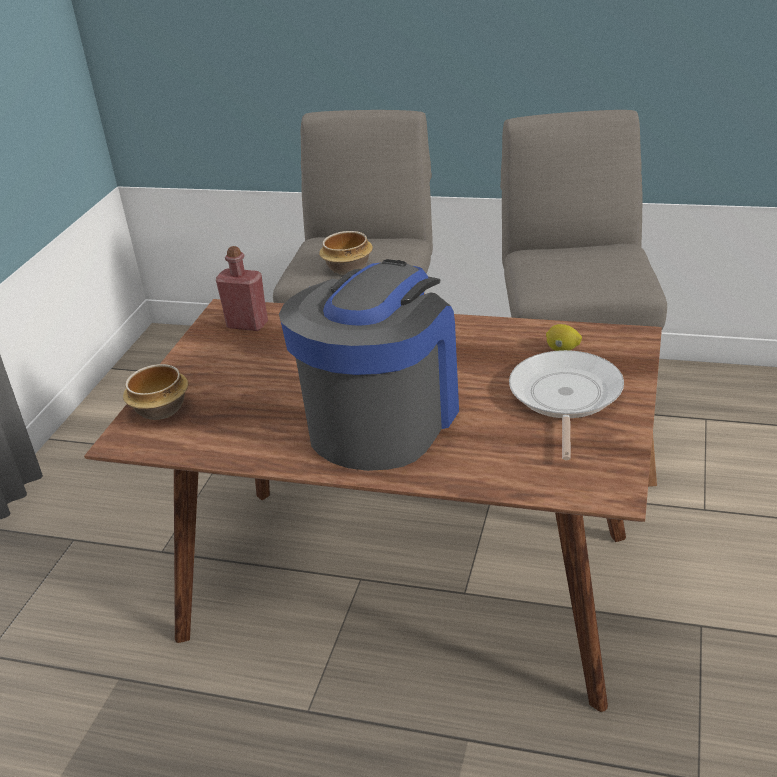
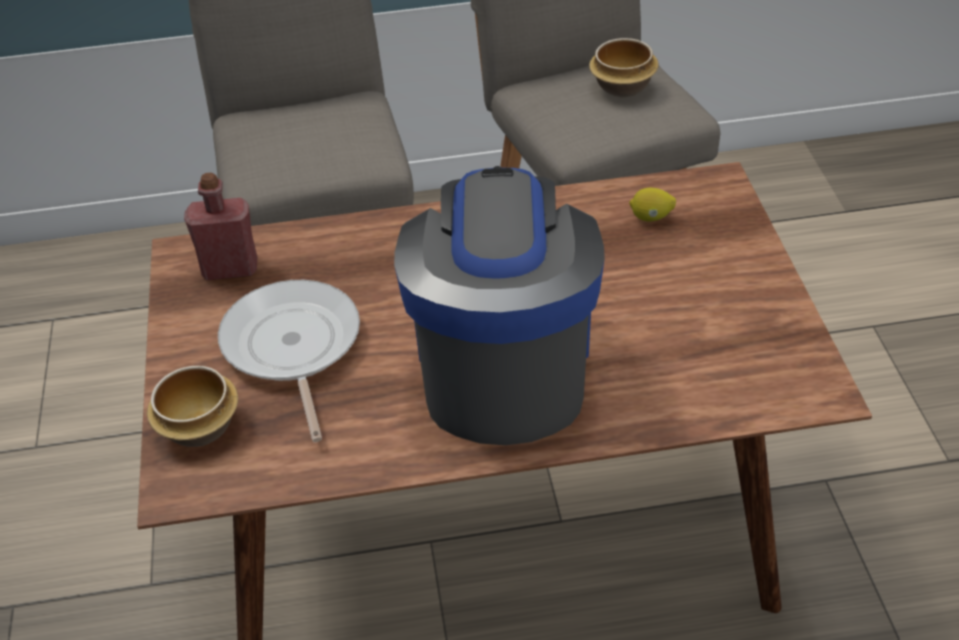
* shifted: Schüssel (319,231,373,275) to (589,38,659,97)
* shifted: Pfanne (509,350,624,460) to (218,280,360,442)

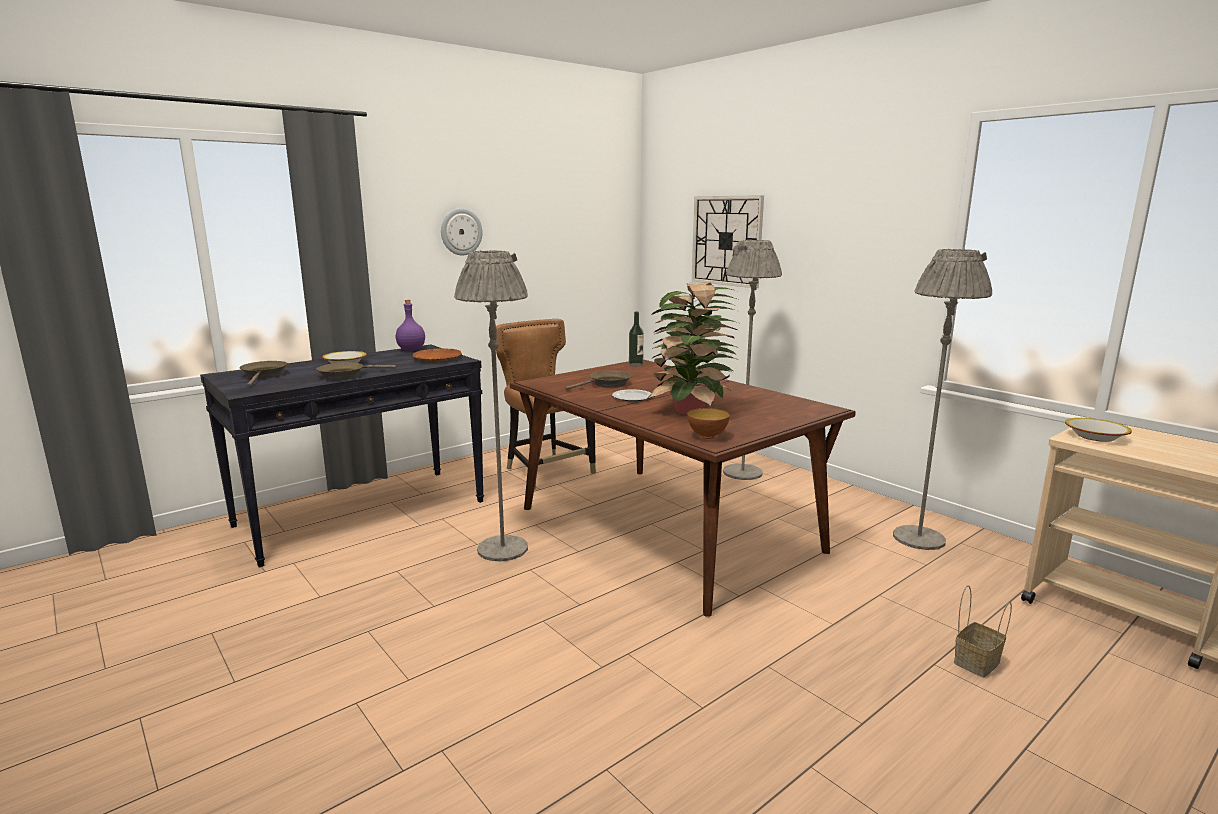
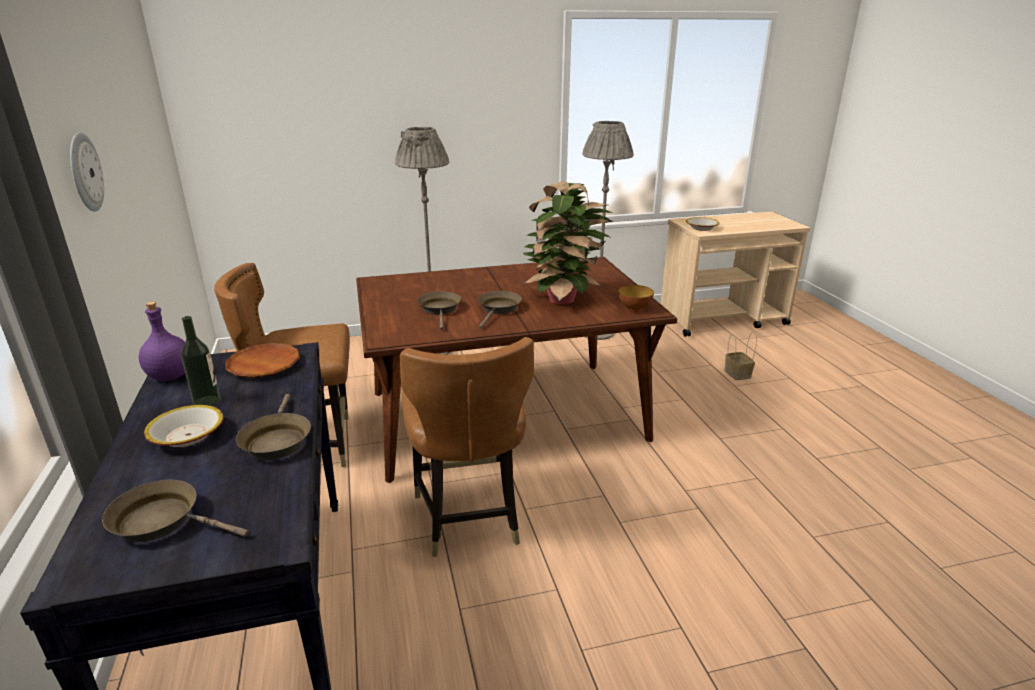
* gone: Wanduhr (692,195,764,288)
* swapped: Stehlampe [grau] (454,250,528,561) to Stuhl [braun] (400,337,534,557)
* shifted: Flasche (629,312,644,366) to (181,316,221,406)
* swapped: Teller (612,389,651,401) to Pfanne [braun] (478,291,522,329)

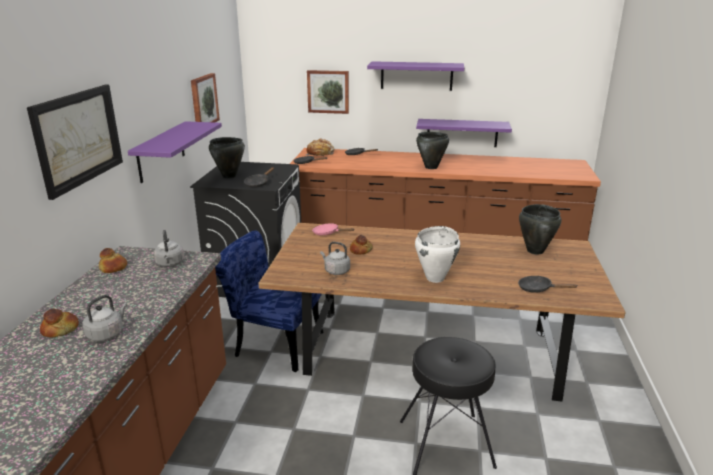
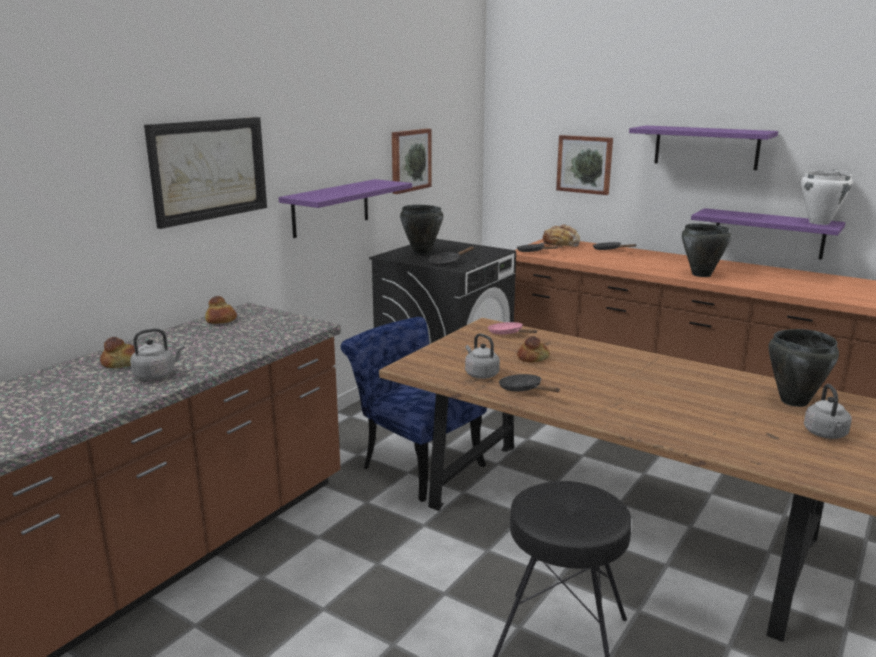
* shifted: Kochtopf [weiß] (415,226,460,283) to (801,170,853,225)
* shifted: Wasserkessel [grau] (154,230,184,267) to (804,384,852,439)
* shifted: Pfanne [schwarz] (518,275,577,293) to (499,374,560,392)

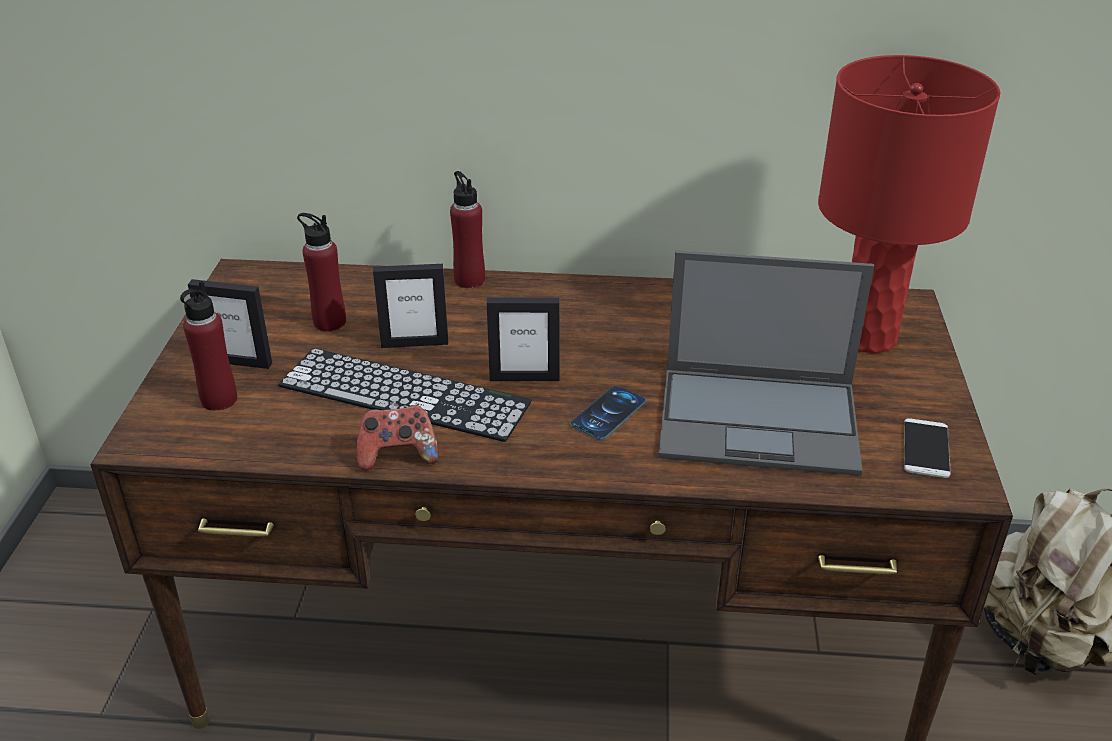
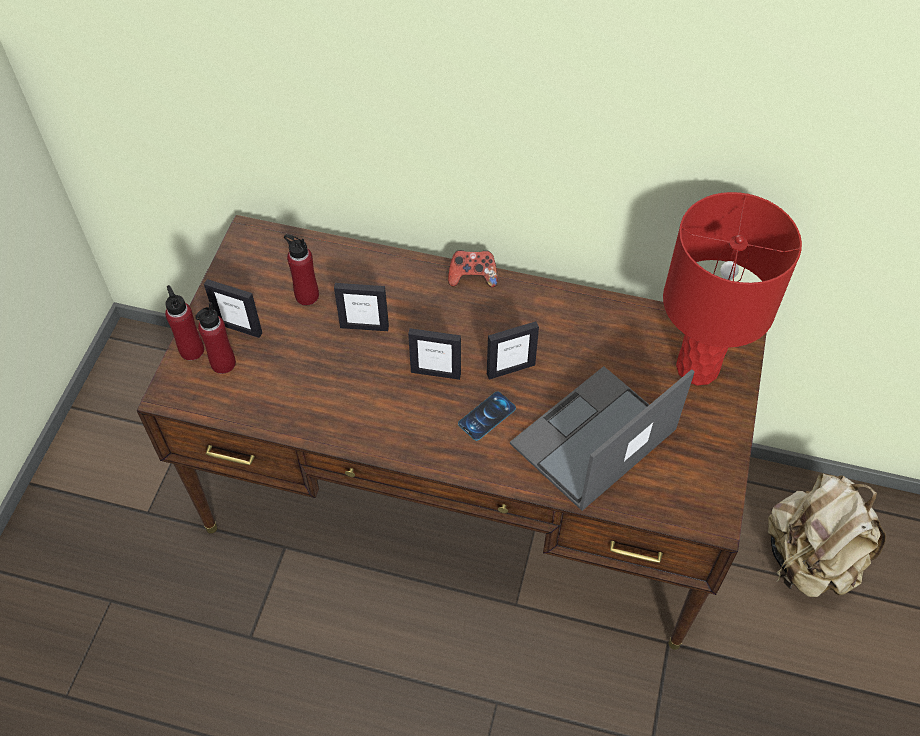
* shifted: Flasche [rot] (450,171,485,288) to (165,285,204,361)
* rotated: Laptop (658,250,874,476) = (510,366,694,511) 120 degrees clockwise
* gone: Tastatur (278,348,532,442)
* shifted: Gamepad (357,405,439,471) to (448,250,498,287)
* gone: Handy (904,418,951,478)
* new: Bilderrahmen (487,321,539,380)

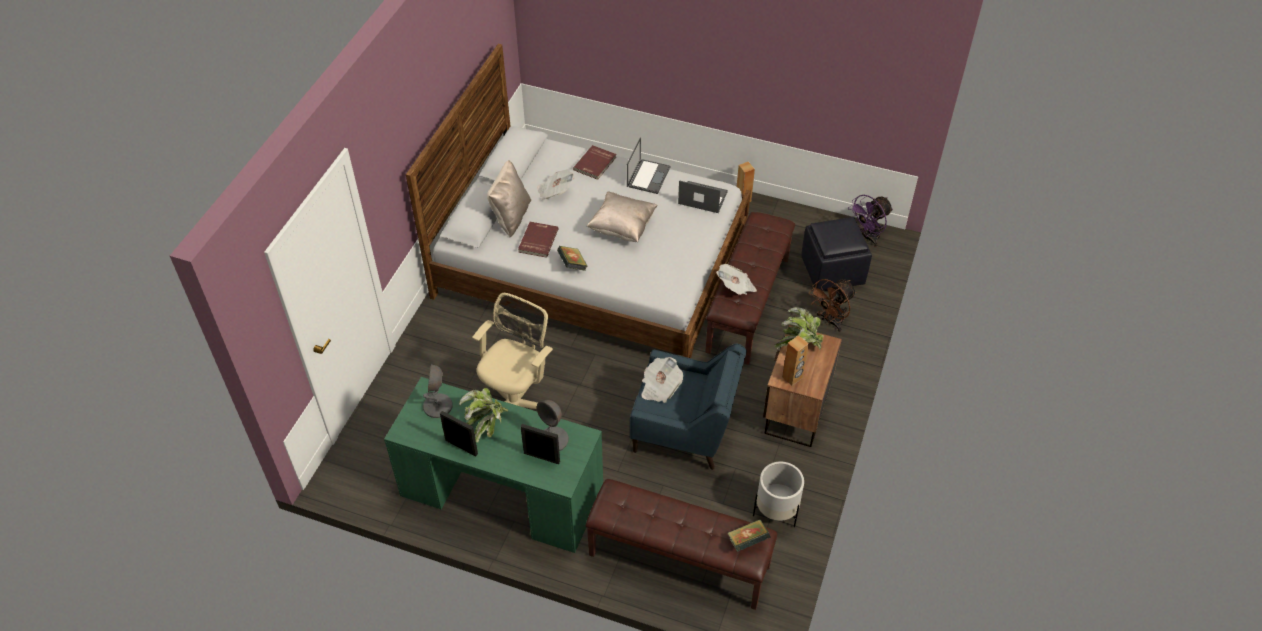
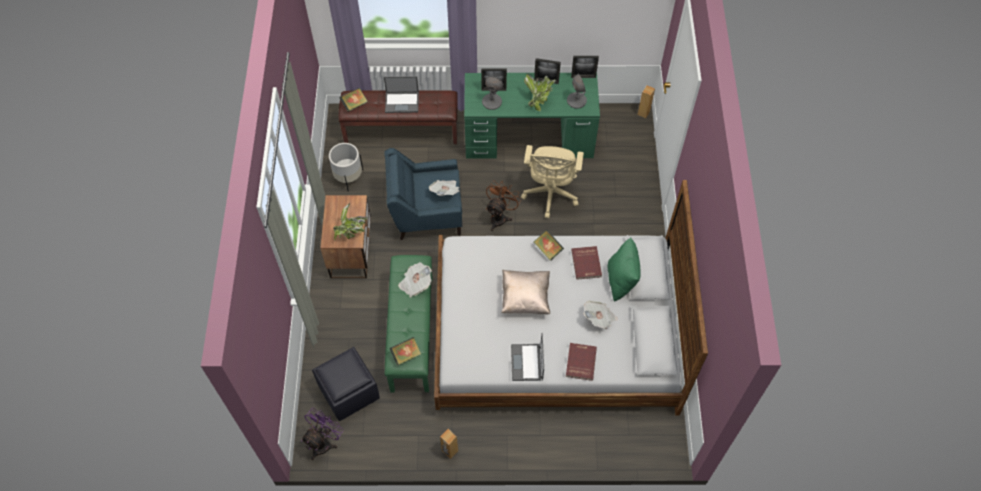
* repainted: Kissen [beige] (487,160,531,238) to Kissen [grün] (608,238,641,302)
* shifted: Laptop (678,180,728,213) to (384,76,419,113)
* repainted: Bank [braun] (705,212,795,365) to Bank [grün] (385,255,433,392)
* shifted: Ventilator [braun] (810,279,856,332) to (486,180,521,231)
* shifted: Lautsprecher [braun] (782,335,809,385) to (638,85,655,118)
* new: Bilderrahmen (571,56,599,78)
* new: Buch (390,337,421,365)

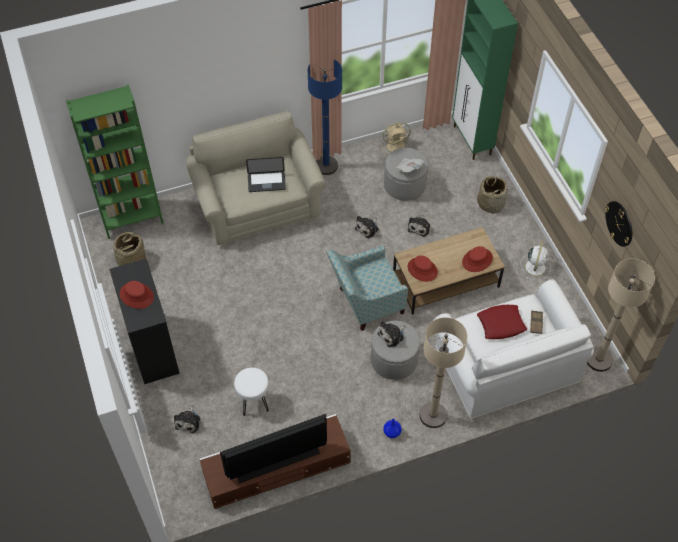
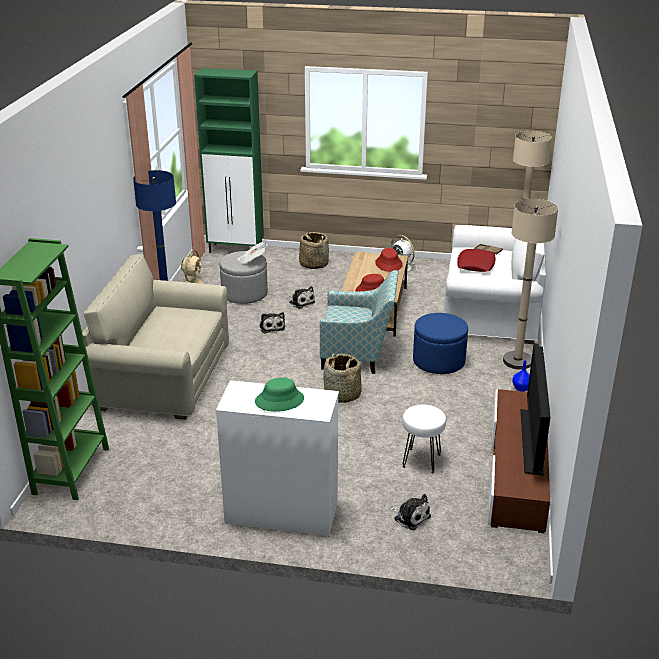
* gone: Laptop (246,157,286,192)
* gone: Wanduhr (605,201,632,247)
* shifted: Korb (113,232,146,266) to (323,354,362,403)
* rotated: Sessel (326,245,408,331) = (320,270,399,374) 90 degrees counterclockwise
* repainted: Kommode [schwarz] (109,259,180,384) to Kommode [weiß] (216,380,339,536)
* repainted: Hut [rot] (120,281,154,309) to Hut [grün] (255,377,304,412)
* repainted: Polsterhocker [grau] (371,321,420,380) to Polsterhocker [blau] (413,313,468,374)
* gone: Plüschtier (377,321,405,347)

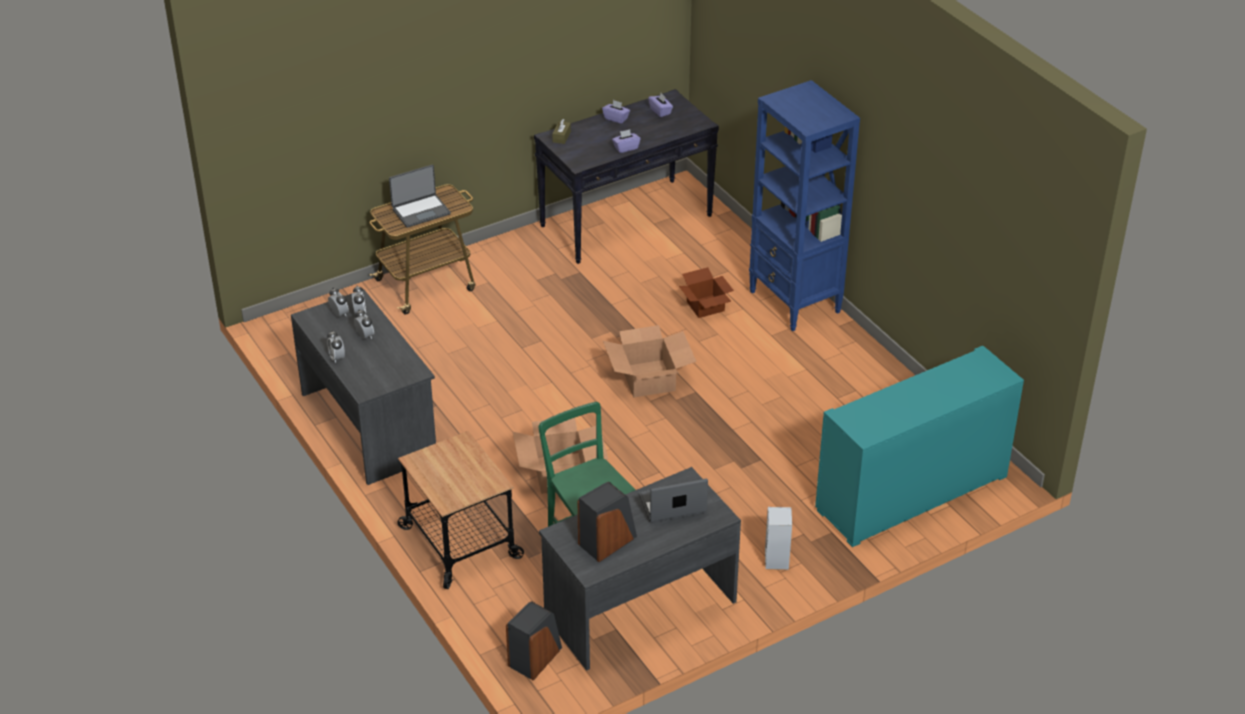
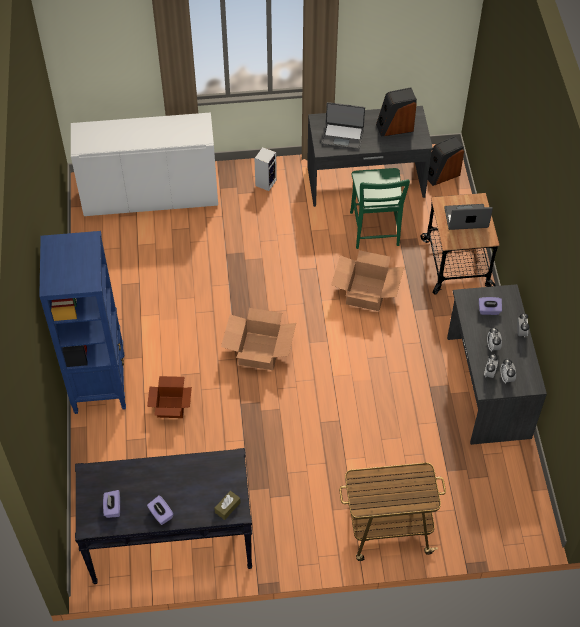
* shifted: Taschentuchbox [lila] (612,129,640,153) to (479,297,502,315)
* shifted: Laptop (389,165,451,228) to (445,204,493,230)
* repainted: Schrank [türkis] (815,346,1024,547) to Schrank [weiß] (71,112,218,216)

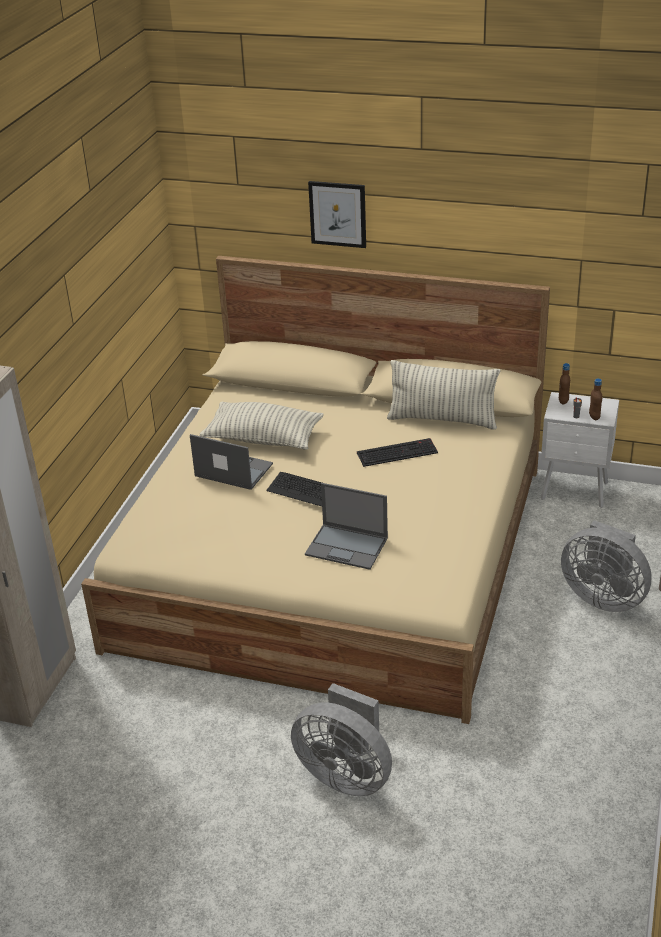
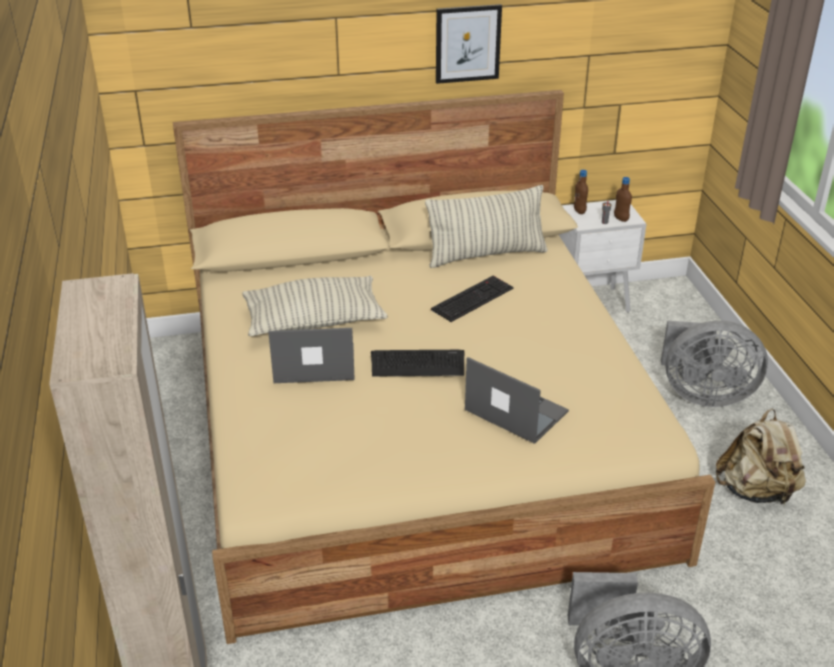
* shifted: Bild (308,181,366,248) to (436,4,502,84)
* rotated: Laptop (305,483,388,570) = (465,357,569,444) 135 degrees counterclockwise
* new: Rucksack [beige] (716,409,806,505)

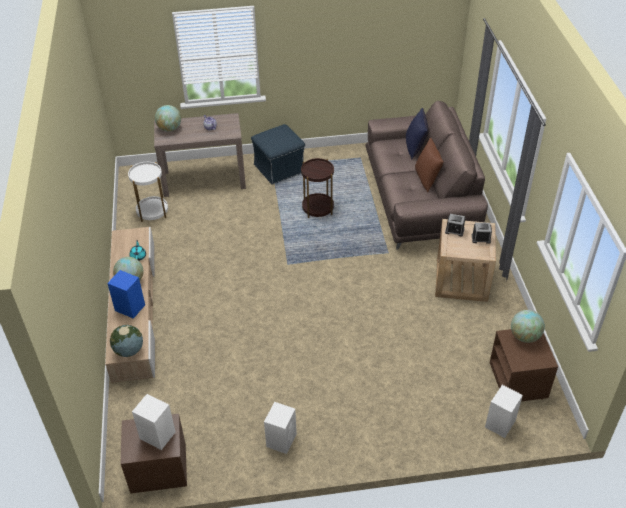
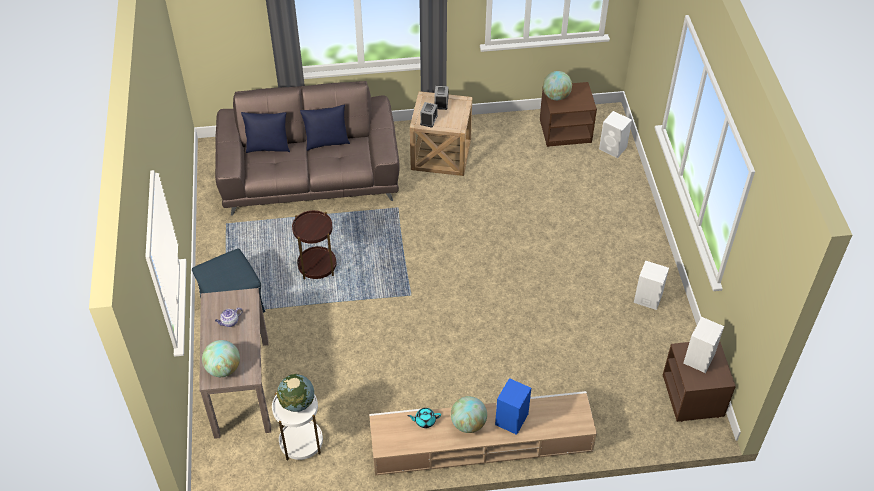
* repainted: Kissen [braun] (415,138,444,193) to Kissen [blau] (300,105,350,151)
* shifted: Globus (110,325,143,357) to (277,374,314,412)

